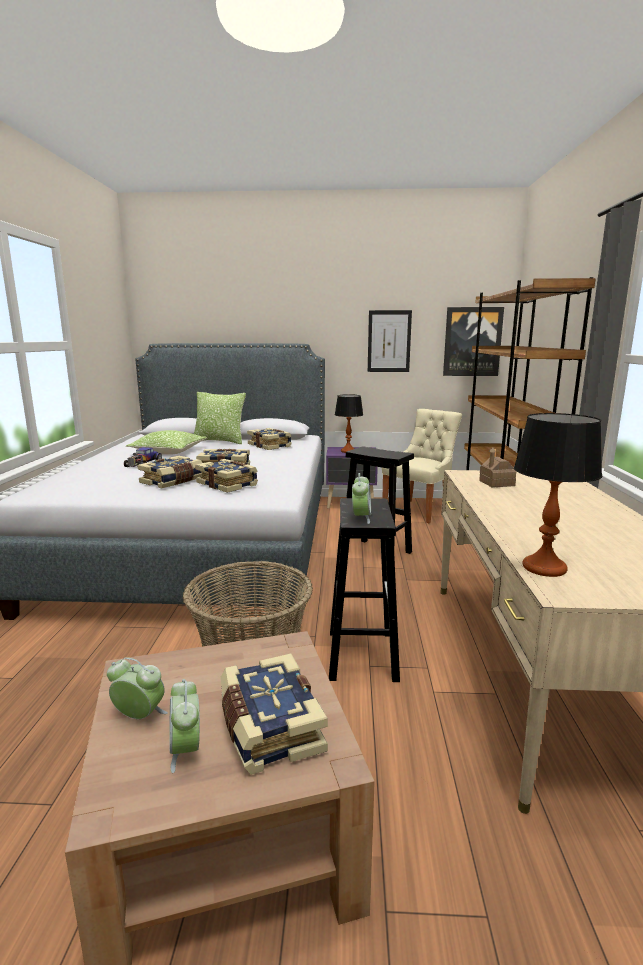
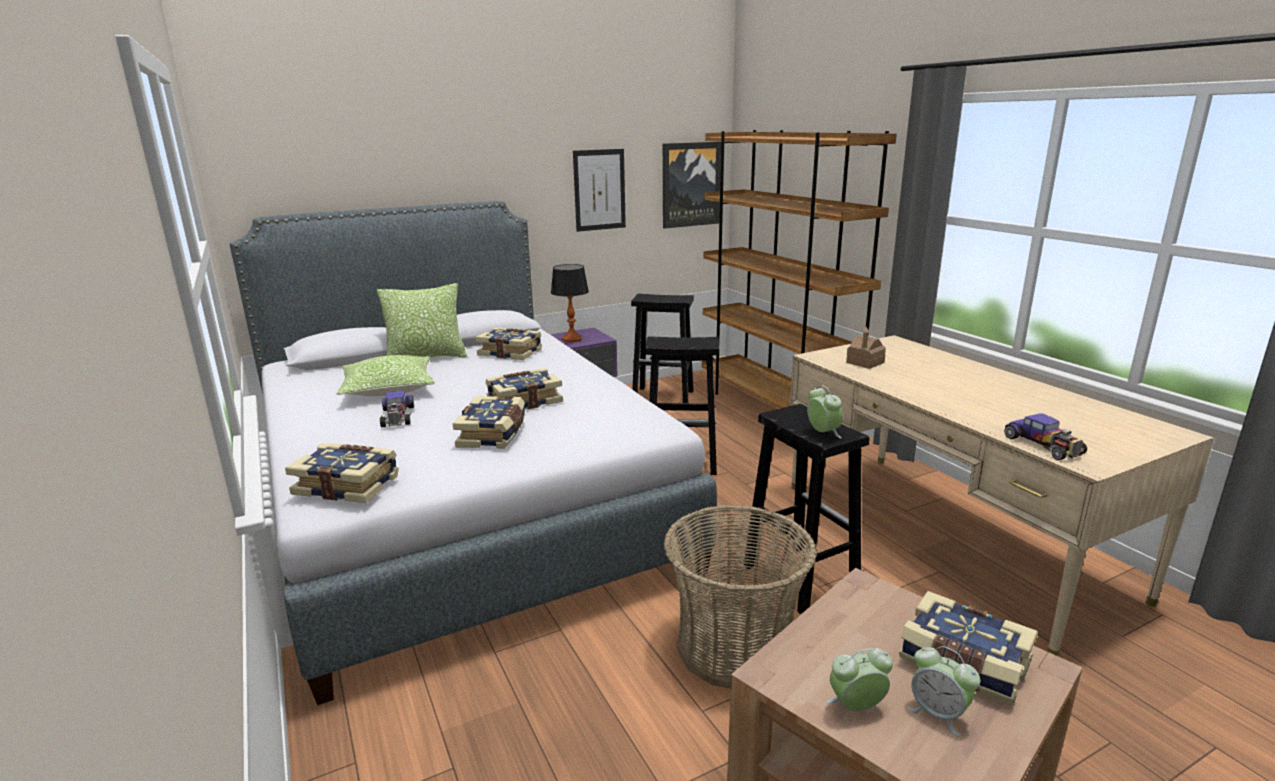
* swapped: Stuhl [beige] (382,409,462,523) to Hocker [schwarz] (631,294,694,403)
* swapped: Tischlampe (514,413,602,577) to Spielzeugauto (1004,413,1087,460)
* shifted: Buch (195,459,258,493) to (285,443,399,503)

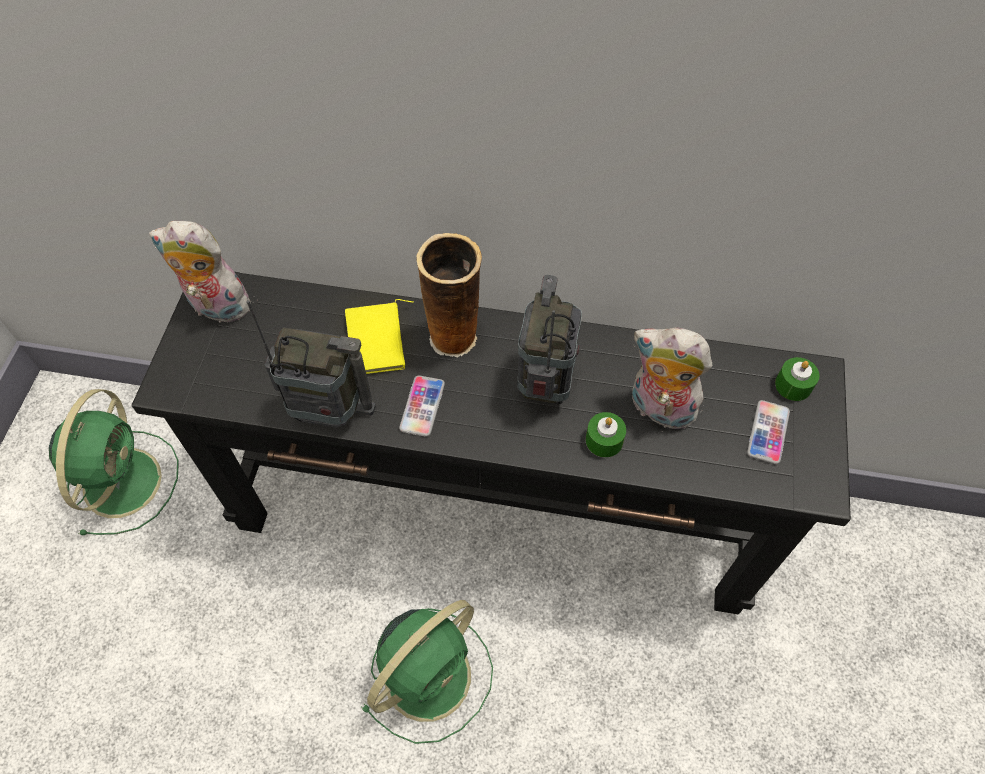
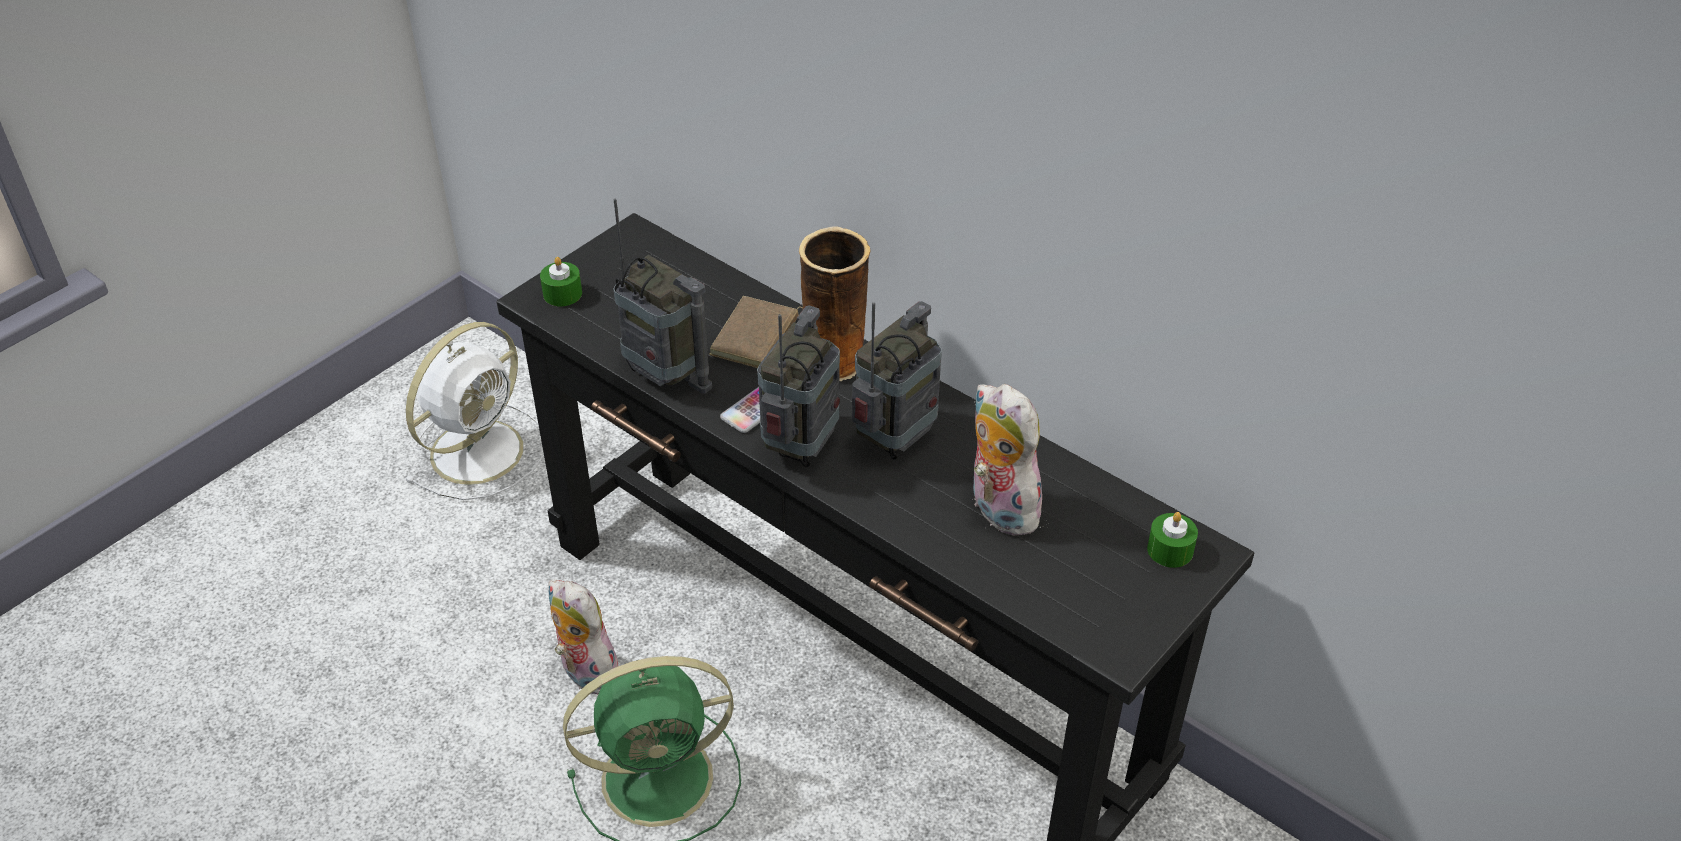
* shifted: Plüschtier (149,221,251,327) to (548,580,618,695)
* repainted: Buch [gelb] (345,299,414,374) to Buch [braun] (709,296,803,368)
* repainted: Ventilator [grün] (49,389,179,535) to Ventilator [weiß] (405,322,544,500)
* gone: Handy (747,400,790,464)
* shifted: Kerze [grün] (586,412,626,458) to (540,257,582,306)
* new: Radio (757,305,840,467)

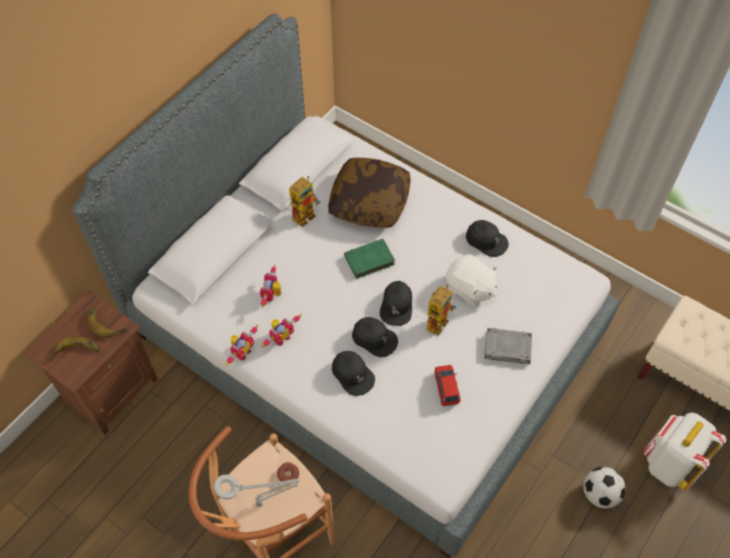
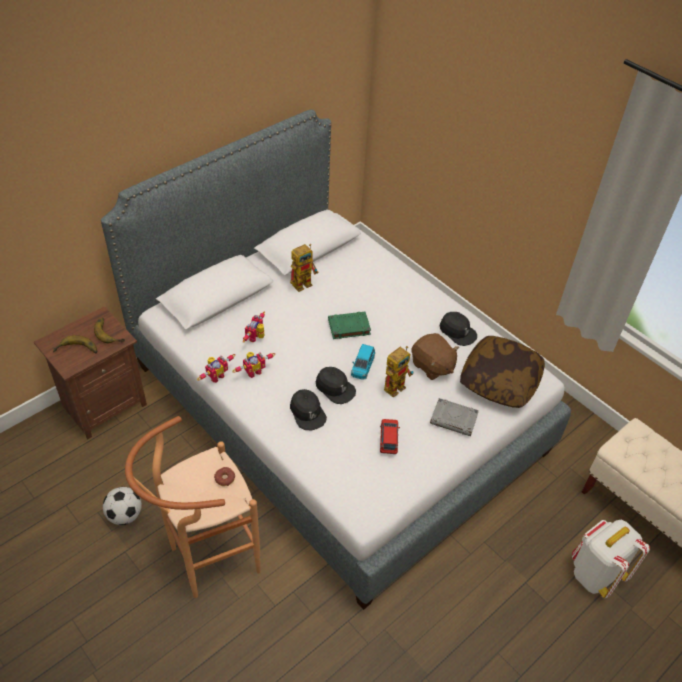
* shifted: Kissen (328,158,411,228) to (460,336,545,408)
* repainted: Plüschtier [weiß] (446,254,497,306) to Plüschtier [braun] (411,333,459,380)
* swapped: Kappe [schwarz] (380,281,412,326) to Spielzeugauto [blau] (351,344,375,380)
* shifted: Fußball (583,467,626,509) to (103,487,142,525)
* gone: Tischlampe [grau] (214,474,299,507)

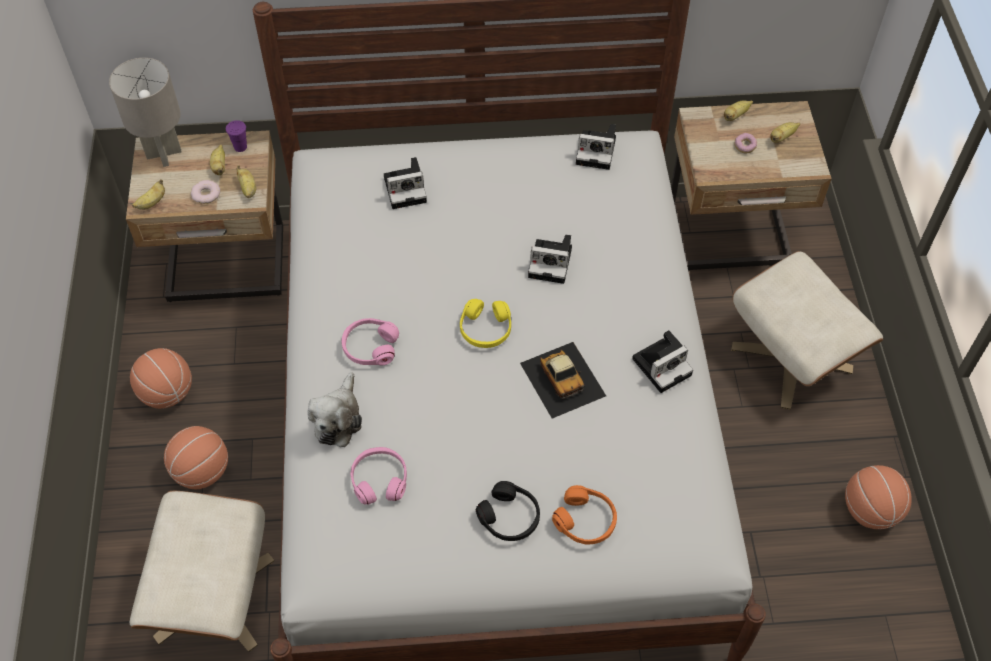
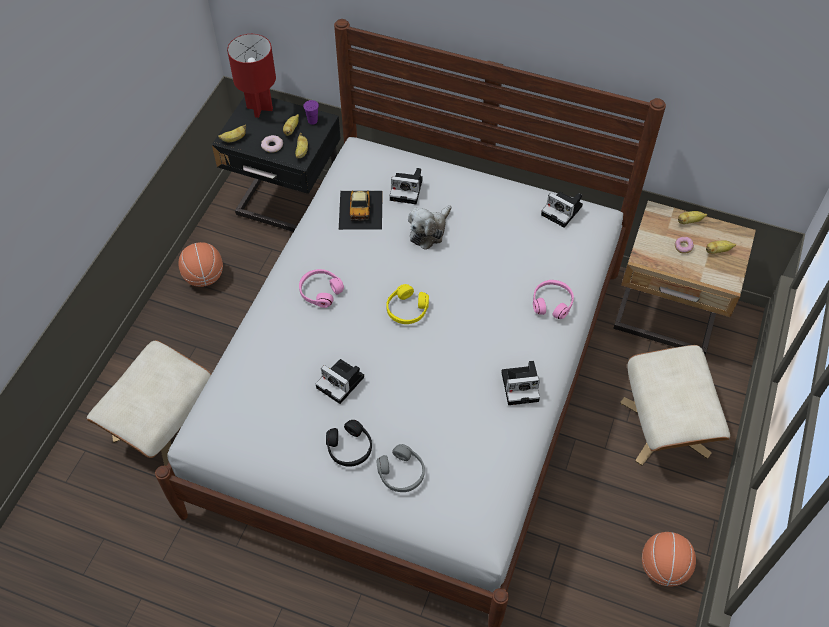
* repainted: Tischlampe [grau] (109,58,182,167) to Tischlampe [rot] (227,34,276,118)
* repainted: Nachttisch [beige] (126,130,283,302) to Nachttisch [schwarz] (212,96,341,232)
* shifted: Kamera (528,235,572,284) to (315,359,364,404)
* shifted: Spielzeugauto (520,342,606,418) to (339,190,383,230)
* shifted: Plüschtier (307,372,362,447) to (408,205,451,250)
* gone: Basketball (164,426,228,489)
* shifted: Kopfhörer [rosa] (351,447,407,505) to (533,280,574,319)
* repainted: Kopfhörer [orange] (552,485,617,544) to Kopfhörer [grau] (376,444,425,492)

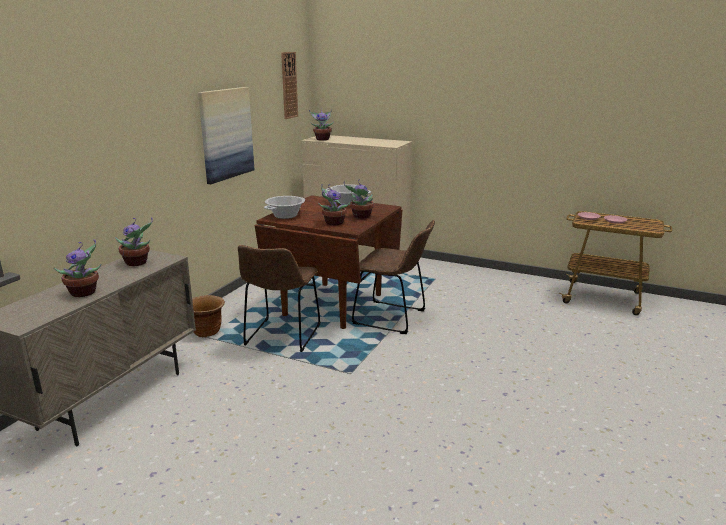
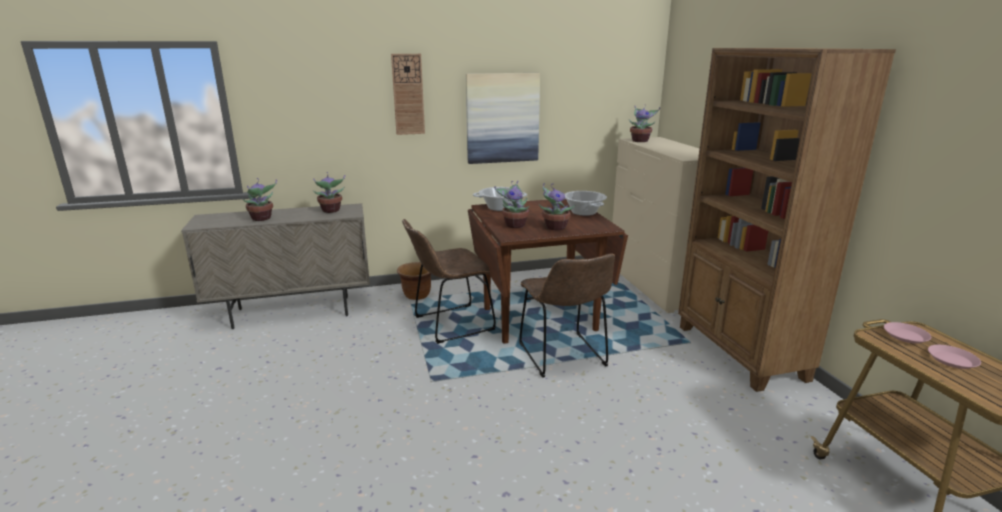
* shifted: Wanduhr (281,52,298,119) to (391,54,425,135)
* new: Bücherregal [braun] (678,48,896,392)

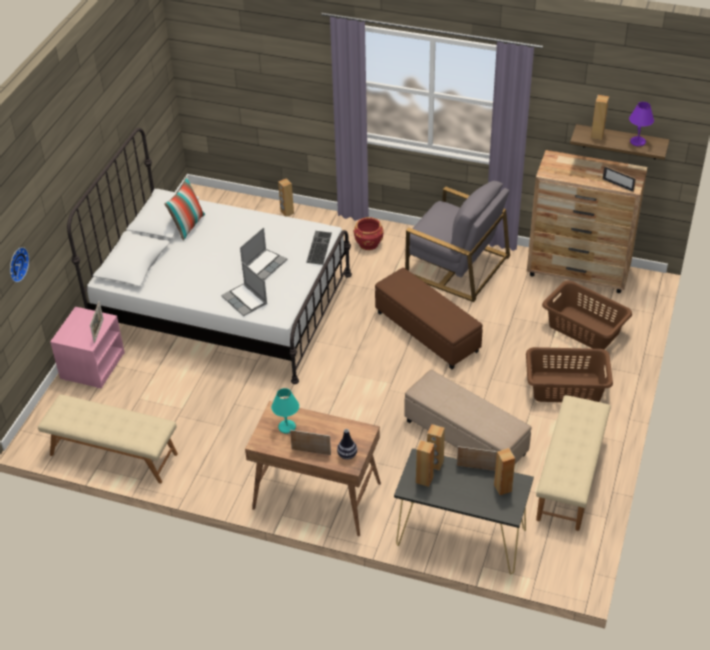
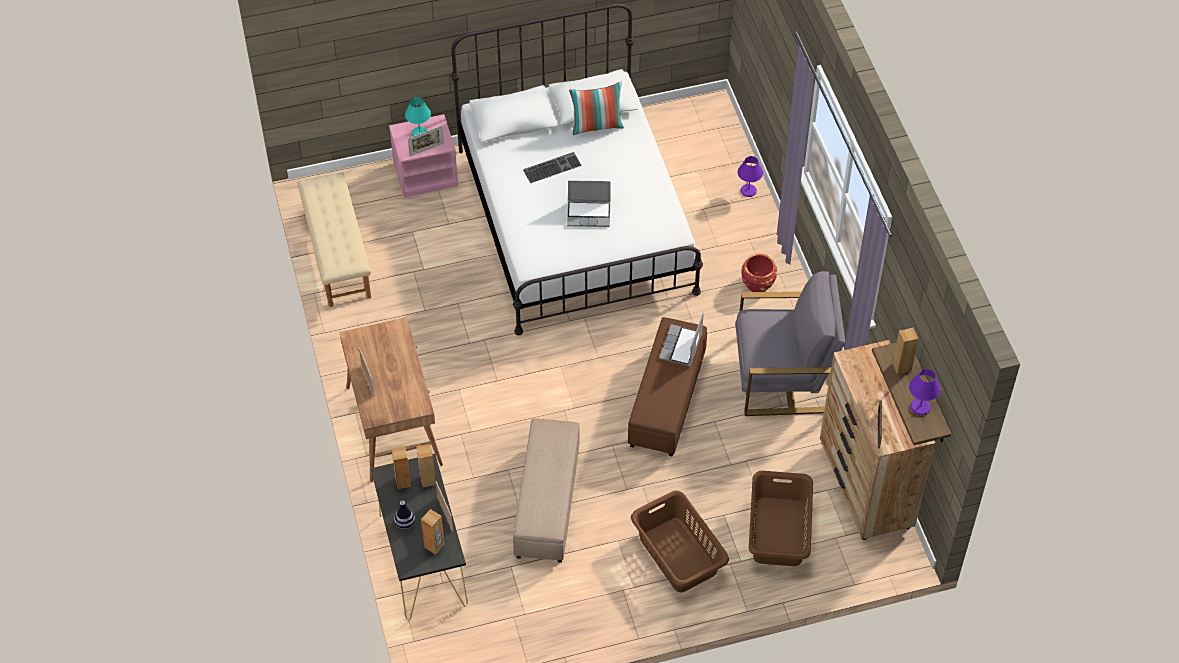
* swapped: Lautsprecher [braun] (278,178,294,217) to Tischlampe [lila] (738,156,763,197)
* rotated: Sessel [grau] (405,181,510,302) = (735,271,845,416) 90 degrees counterclockwise
* shifted: Tastatur (306,231,332,265) to (523,152,582,183)
* gone: Wanduhr (10,247,29,282)
* shifted: Laptop (221,262,267,316) to (659,313,704,367)
* shifted: Tischlampe [türkis] (271,388,299,434) to (405,97,431,136)
* gone: Bank [beige] (536,395,611,531)
* shifted: Vase (337,429,357,460) to (394,501,416,529)

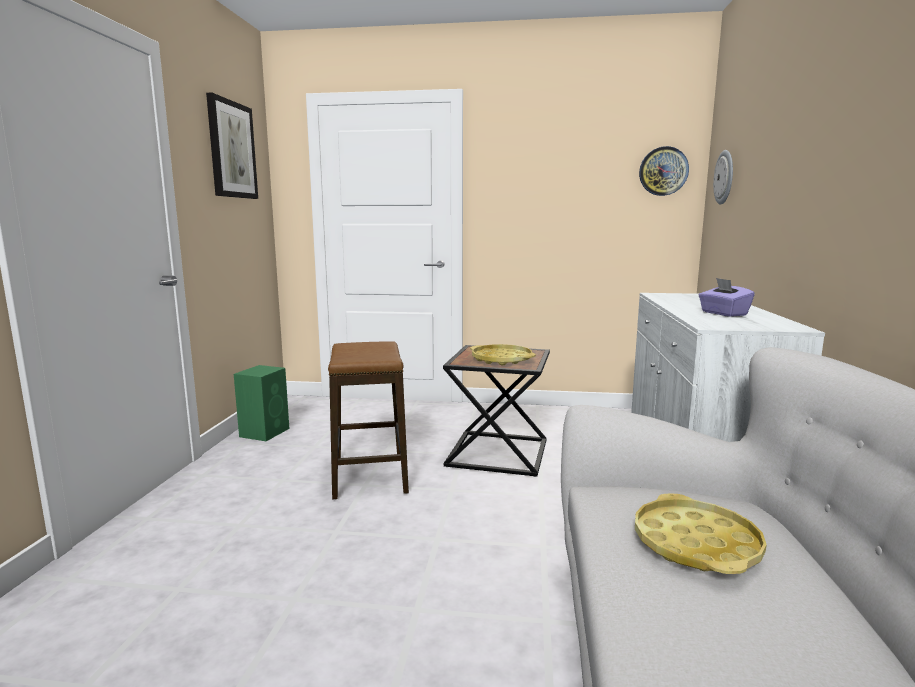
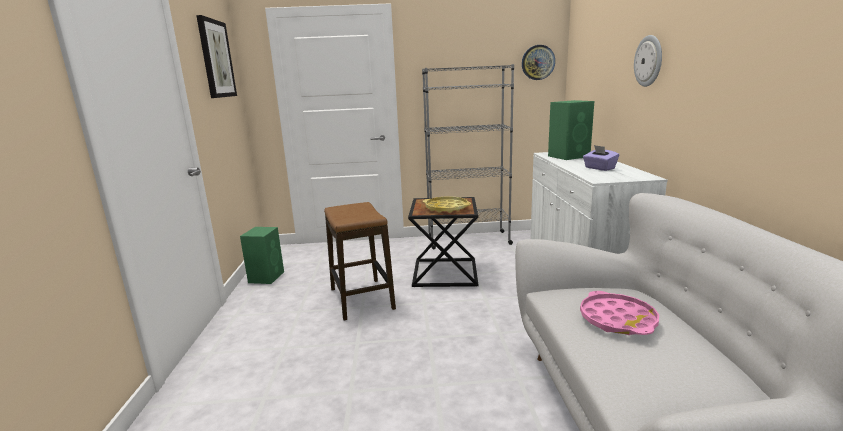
* shifted: Wanduhr (713,150,733,205) to (634,35,662,87)
* repainted: Tablett [gelb] (635,493,767,574) to Tablett [rosa] (580,291,659,335)
* new: Bücherregal [grau] (422,64,514,249)
* new: Lautsprecher [grün] (548,100,594,160)

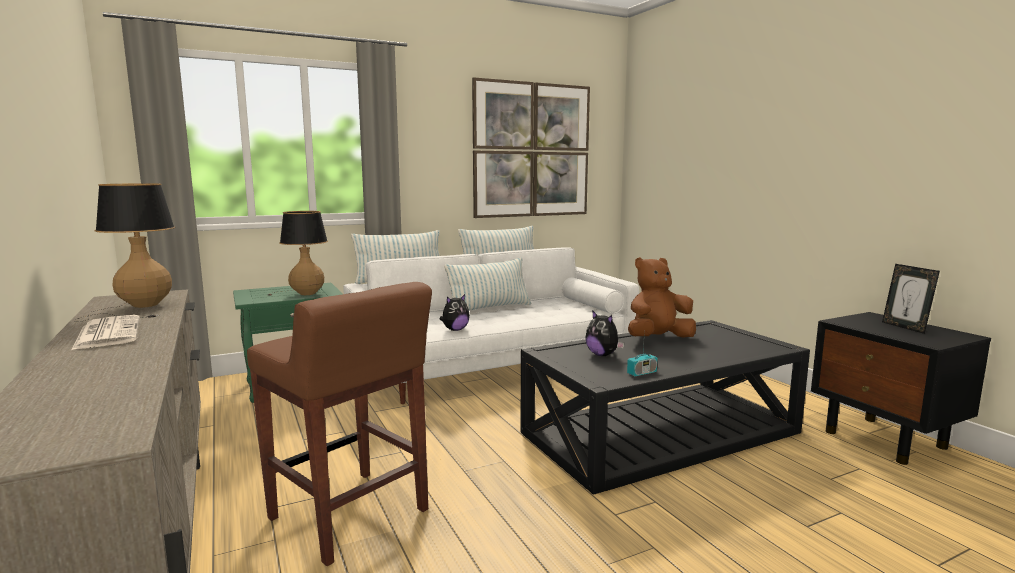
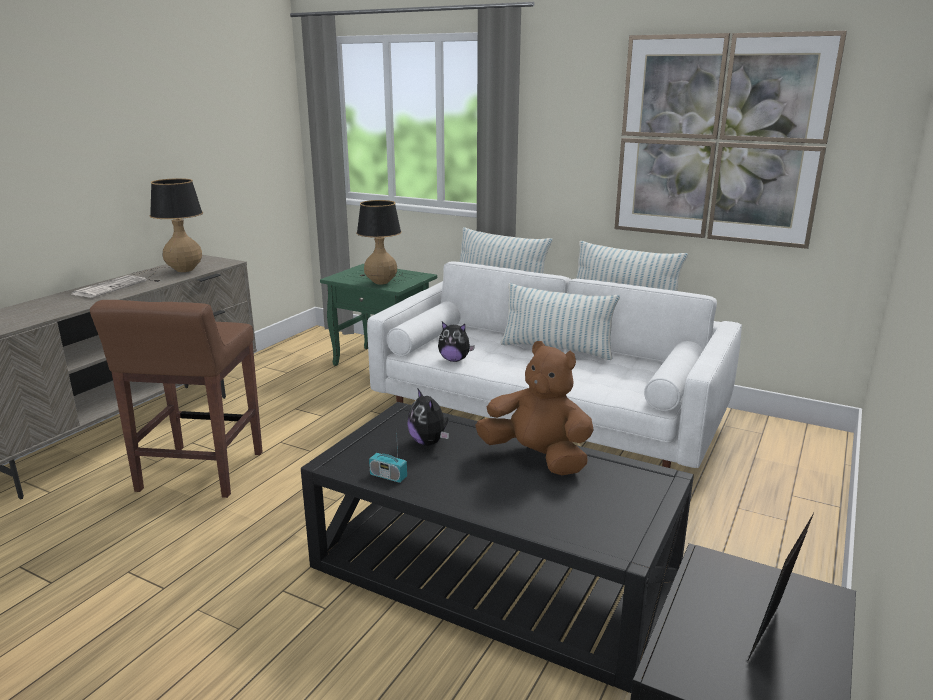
* rotated: Plüschtier (585,310,624,356) = (407,389,449,446) 45 degrees counterclockwise

